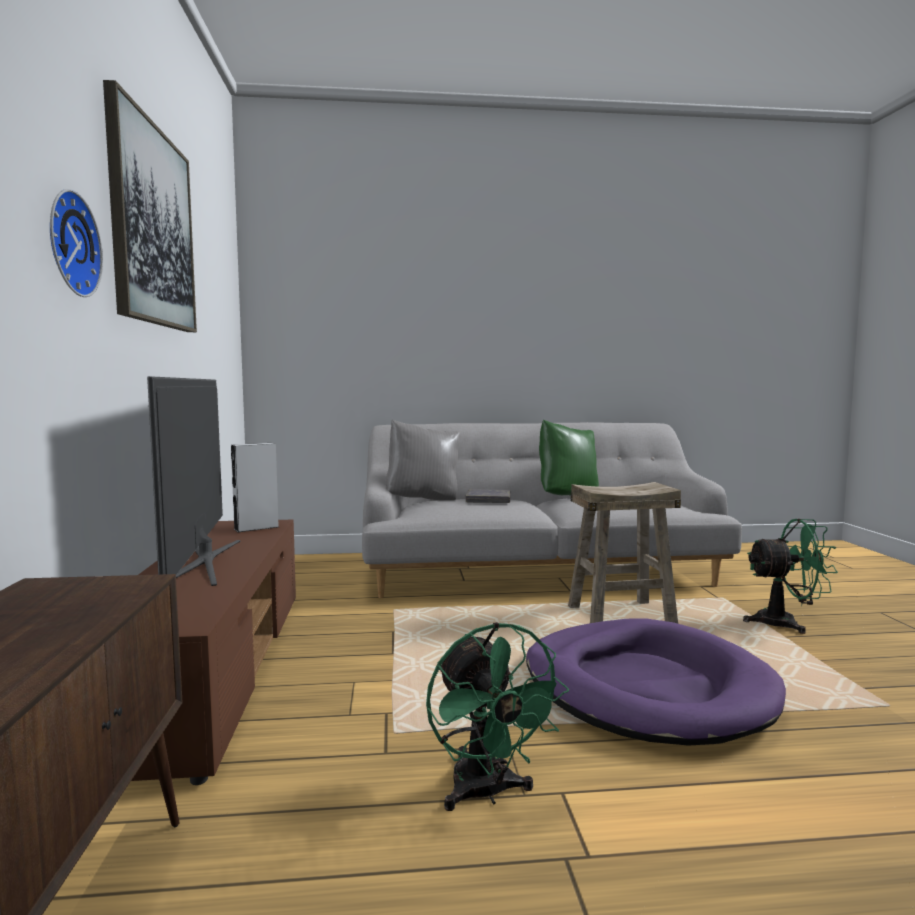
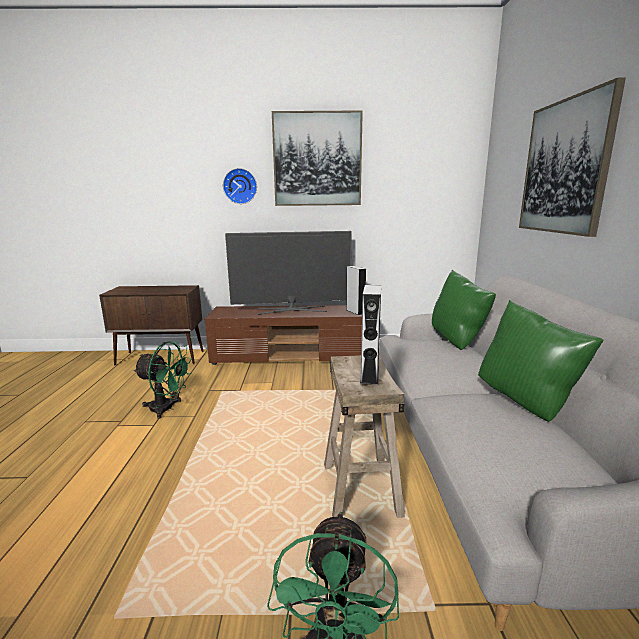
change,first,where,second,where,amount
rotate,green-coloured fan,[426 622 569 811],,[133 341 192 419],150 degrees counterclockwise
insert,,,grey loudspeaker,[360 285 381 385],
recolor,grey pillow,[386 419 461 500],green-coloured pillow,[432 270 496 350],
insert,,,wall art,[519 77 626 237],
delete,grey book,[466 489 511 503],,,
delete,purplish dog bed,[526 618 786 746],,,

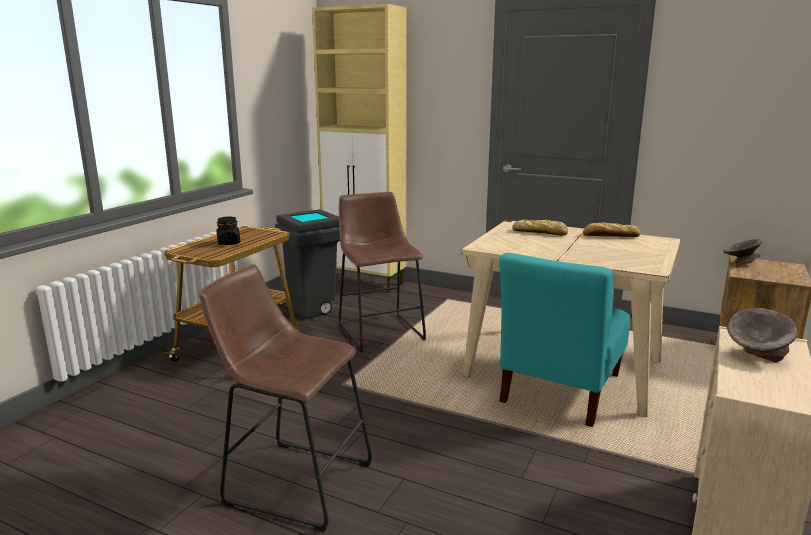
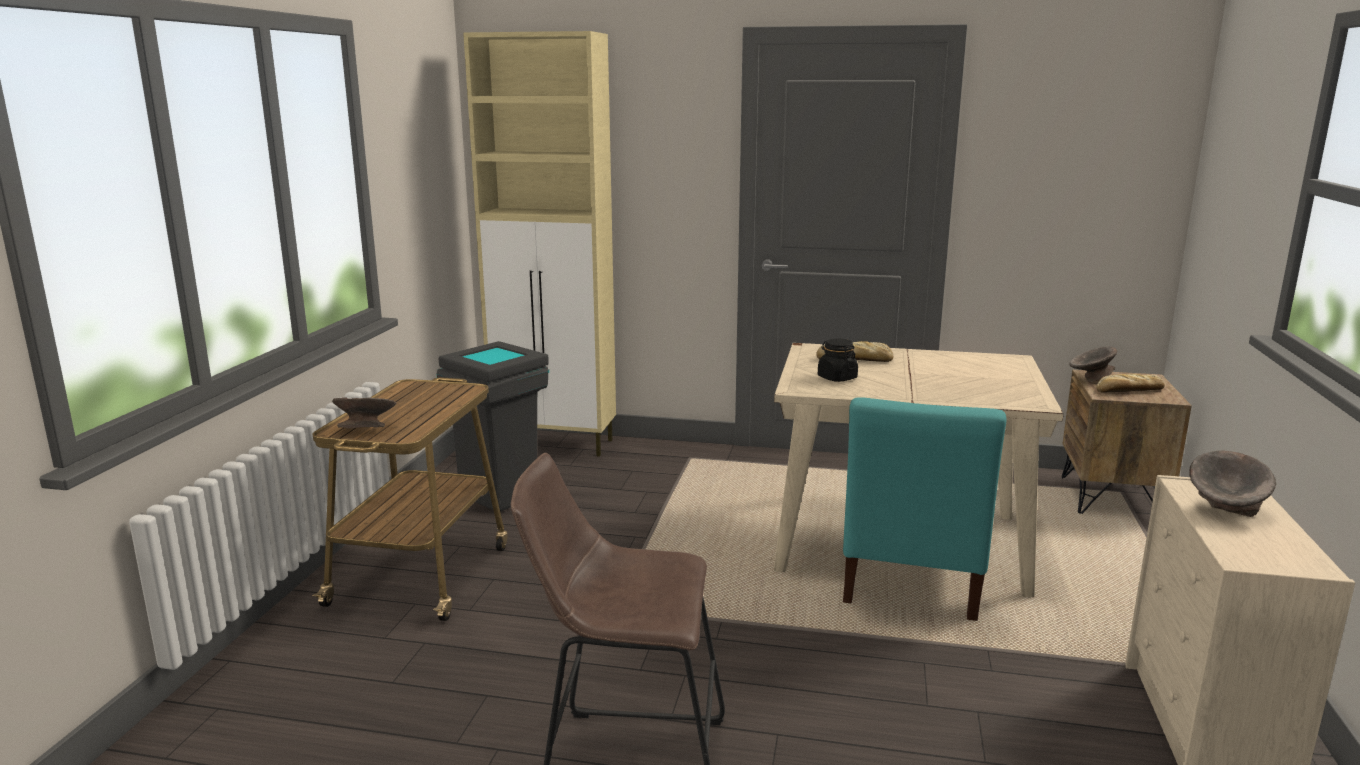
change,first,where,second,where,amount
insert,,,grey bowl,[332 397 396 429],
move,black-coloured jar,[217 217 240 245],,[818 338 858 382],
move,bread,[583 223 640 237],,[1096 374 1165 393],
delete,brown-coloured stool seat,[339 192 426 352],,,

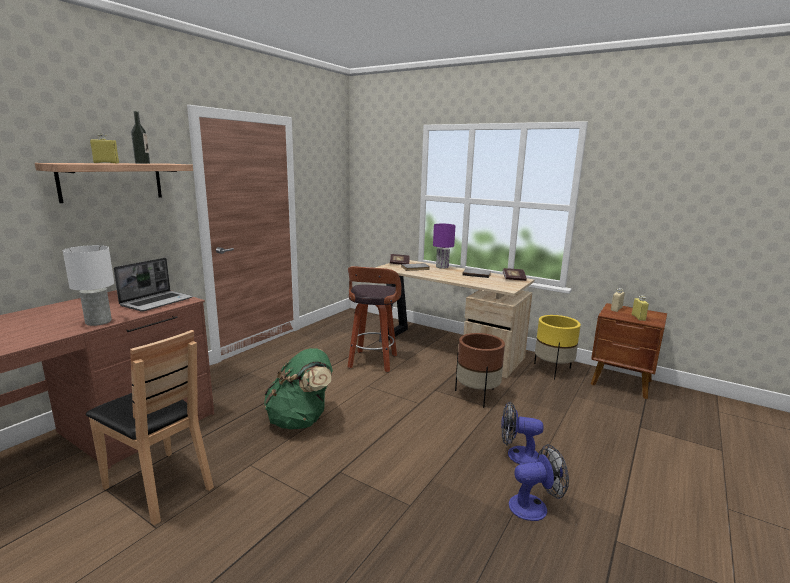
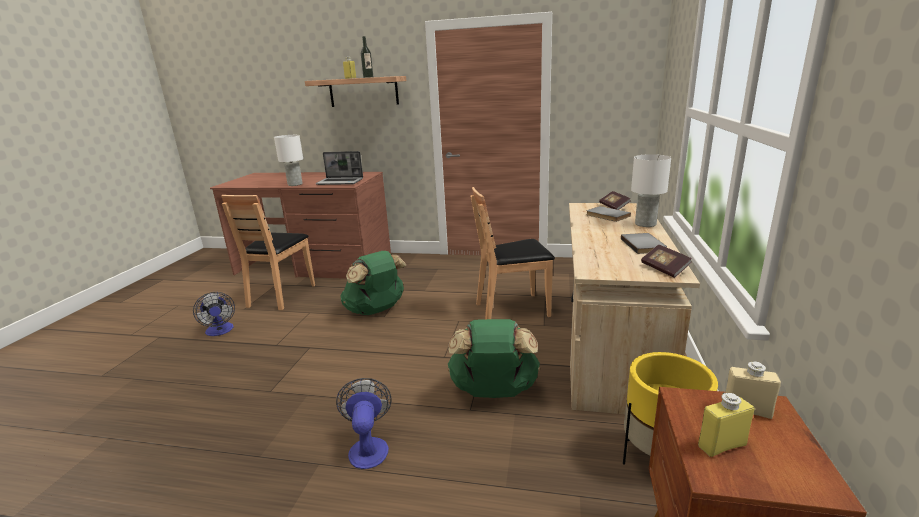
change,first,where,second,where,amount
move,fan,[509 444 569 521],,[193 292 235 336],
replace,brown-coloured flower pot,[455 333 505 408],green-coloured backpack,[448 319 540 398],
replace,stool seat,[348 266 401 372],brown-coloured chair,[470 187 555 319],
recolor,purplish tabletop lamp,[433 224 456 269],white tabletop lamp,[631 154 671 227],

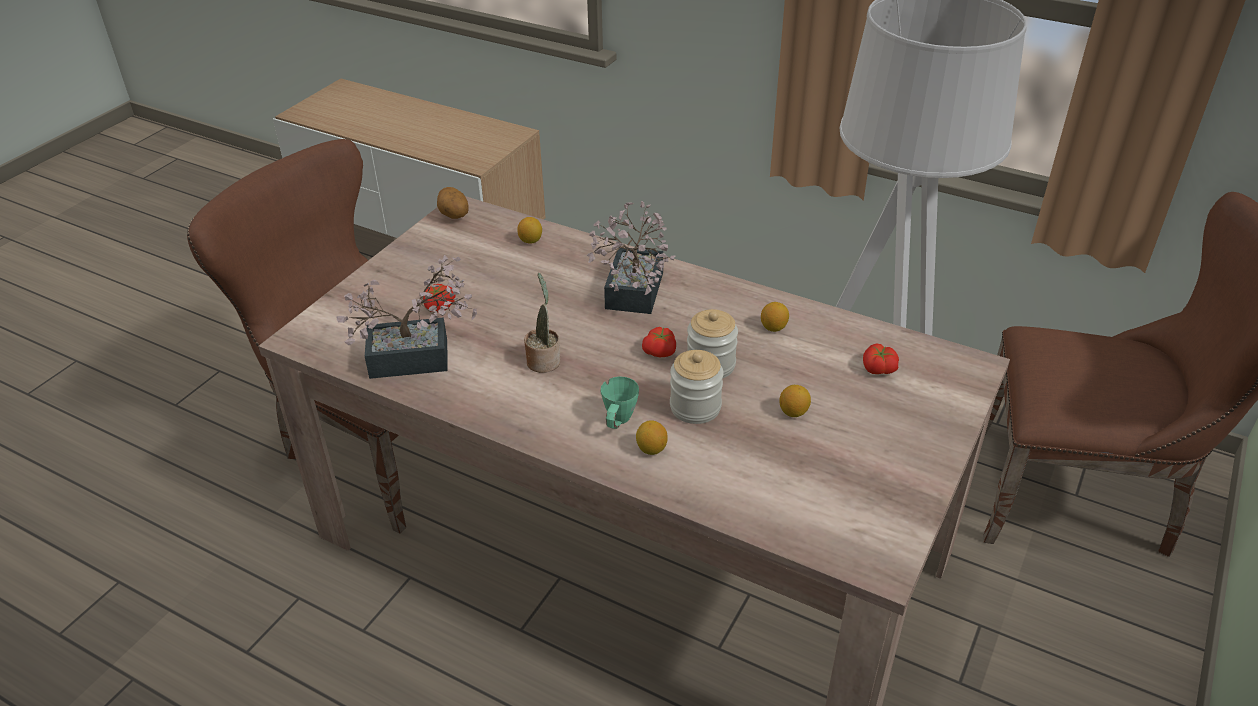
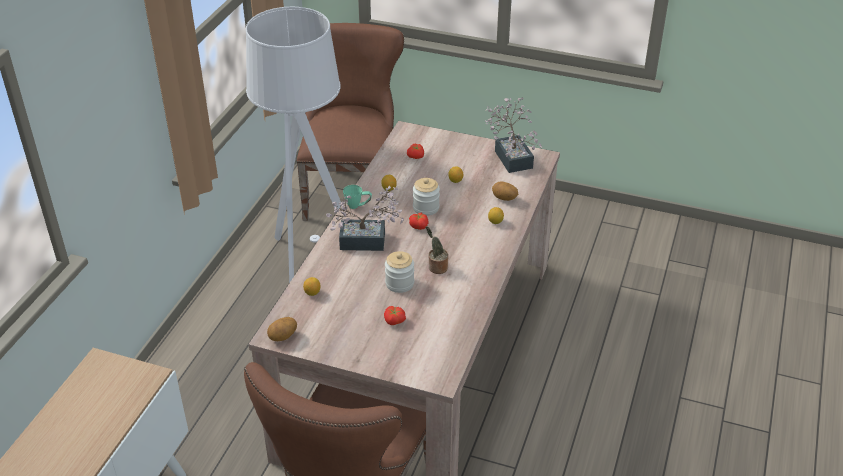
change,first,where,second,where,amount
move,green-coloured coffee mug,[601 376 639 429],,[343 185 372 209],
move,jar,[670 350 724 424],,[385 251 414 293],
move,plant in a pot,[337 255 477 379],,[485 98 542 173],
insert,,,potato,[492 181 518 201],

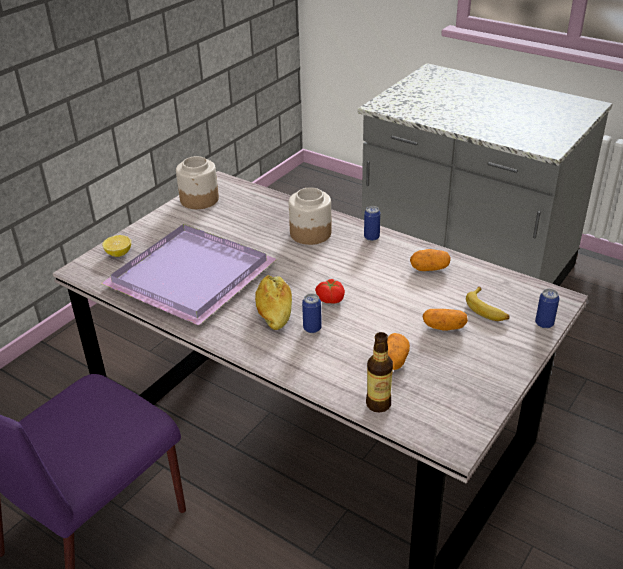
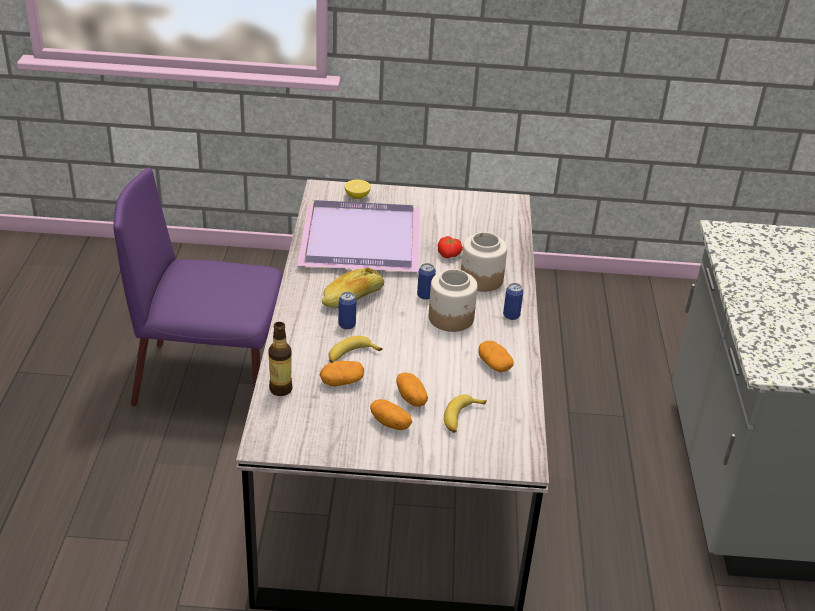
change,first,where,second,where,amount
insert,,,banana fruit,[328 336 383 363],
insert,,,potato,[370 399 412 430],
move,metal can,[535 289 559 329],,[417 263 436 300],
move,jar,[176 156 219 209],,[429 269 478 332],
move,fresh tomato,[315 279 345 304],,[438 236 463 258],

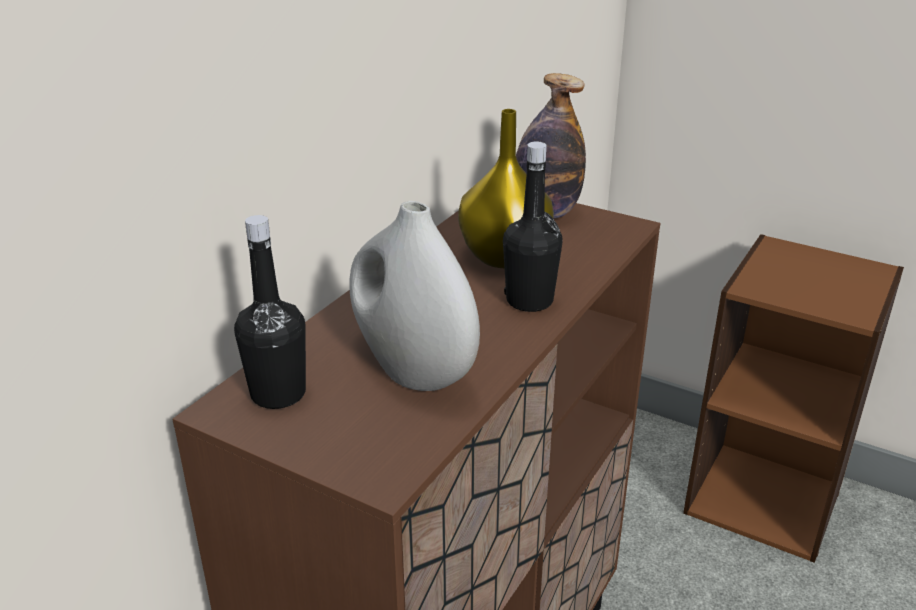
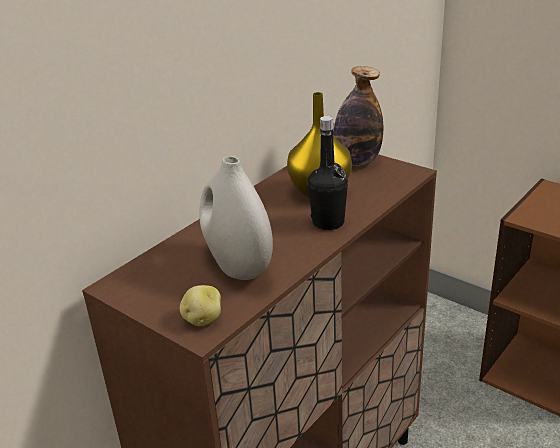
change,first,where,second,where,amount
insert,,,potato,[180 285 221 326],
delete,black-coloured drink bottle,[234 215 306 409],,,

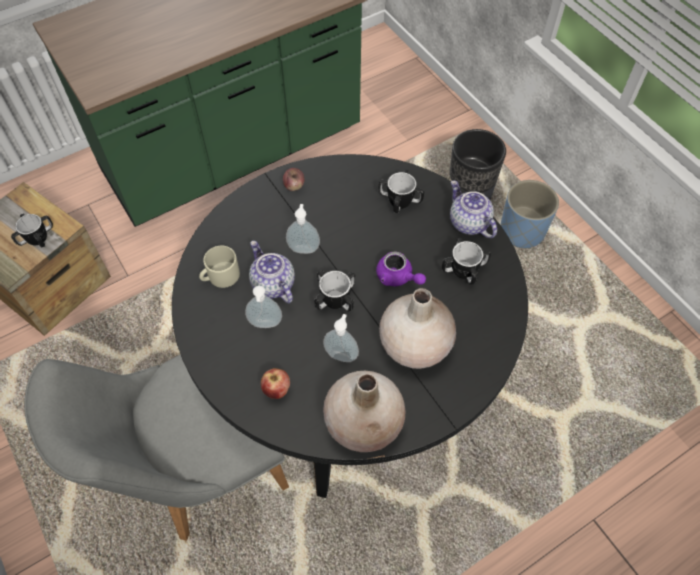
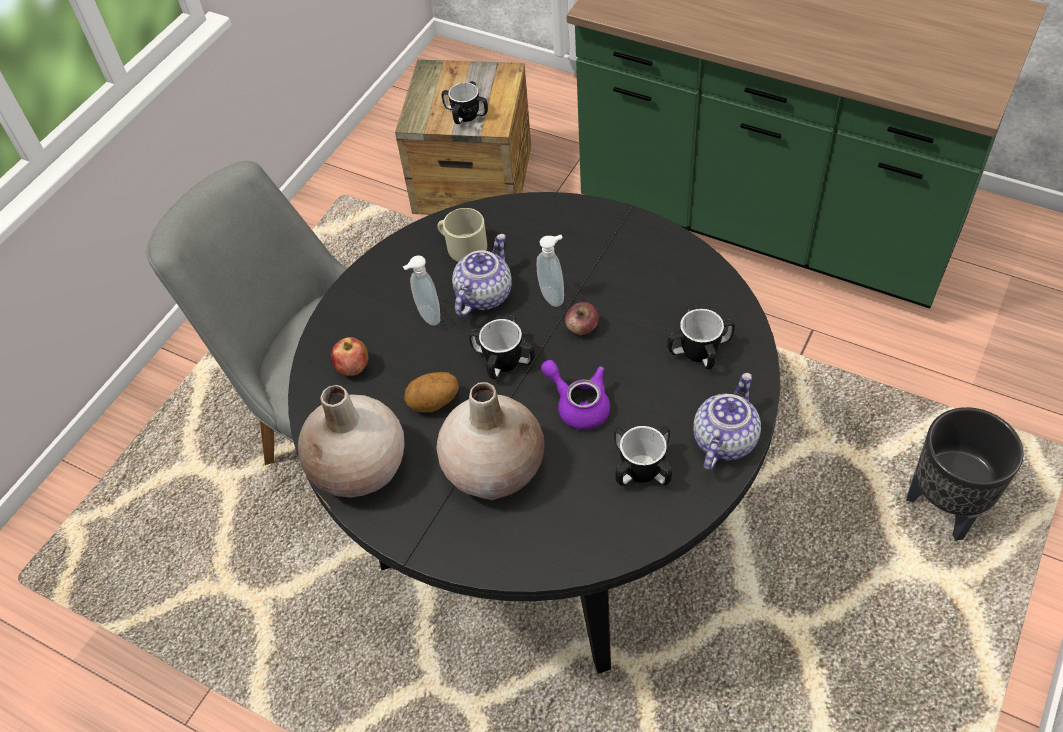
change,first,where,second,where,amount
replace,soap dispenser,[323 314 359 362],potato,[404 372 459 412],
rotate,purplish teapot,[376 251 426 286],,[541 360 610 430],120 degrees clockwise
move,whole apple,[283 168 305 191],,[565 302 599 335],
delete,bluish flower pot,[500 180 559 249],,,

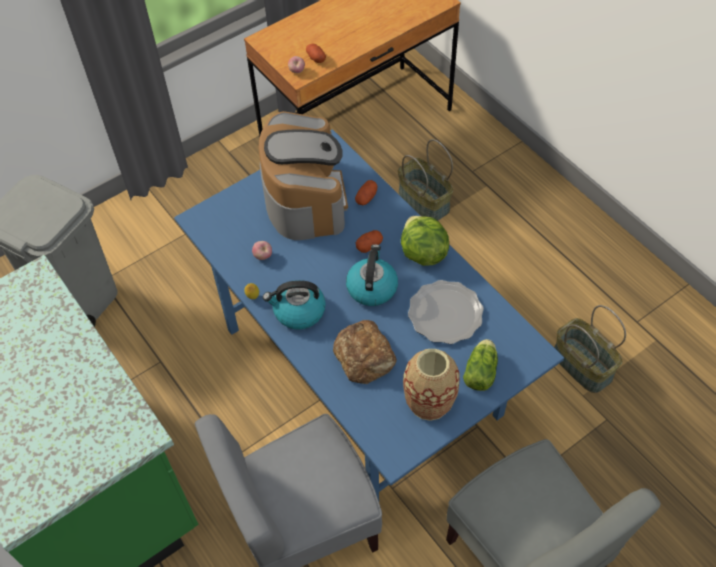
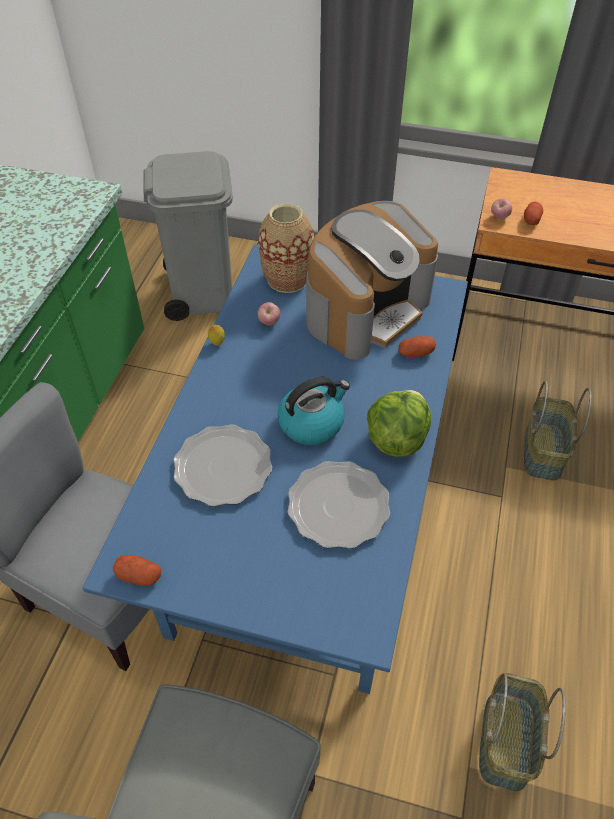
change,first,where,second,where,amount
move,potato,[356 230 383 253],,[113 555 161 586],
replace,bread,[333 320 397 384],dinner plate,[173 425 272 507],
move,decorative vase,[403 349 460 421],,[259 203 315 293],
delete,tea kettle,[263 280 326 330],,,
delete,lettuce head,[463 339 498 391],,,

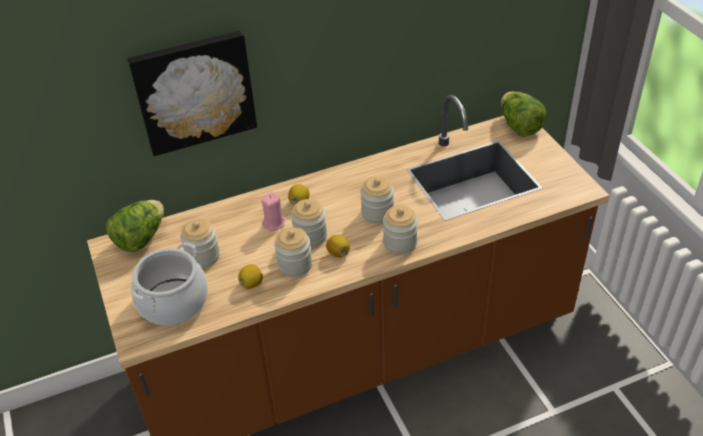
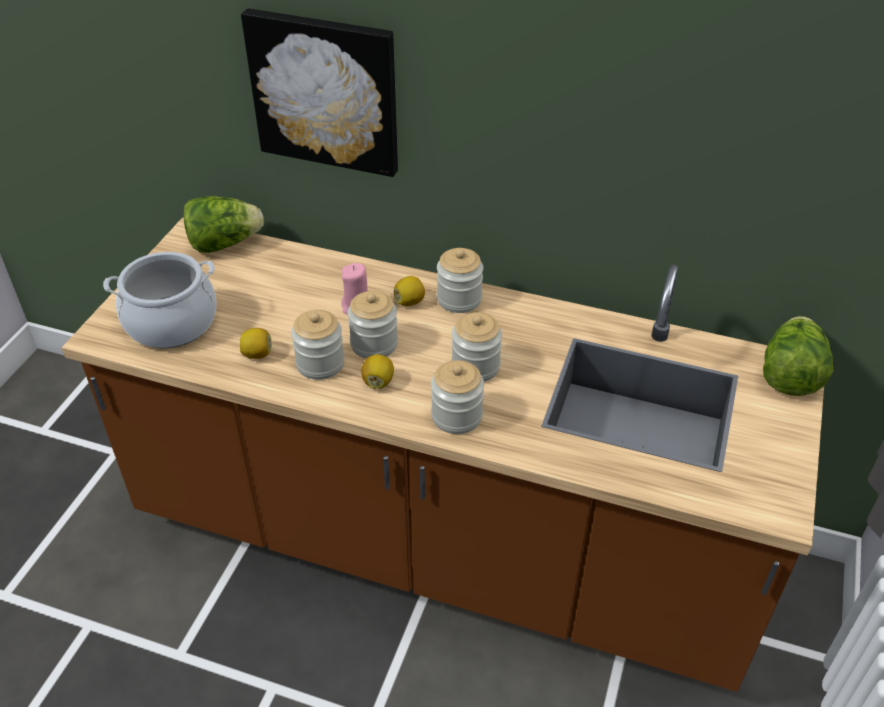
change,first,where,second,where,amount
move,jar,[180 219 220 268],,[437 248 483 313],

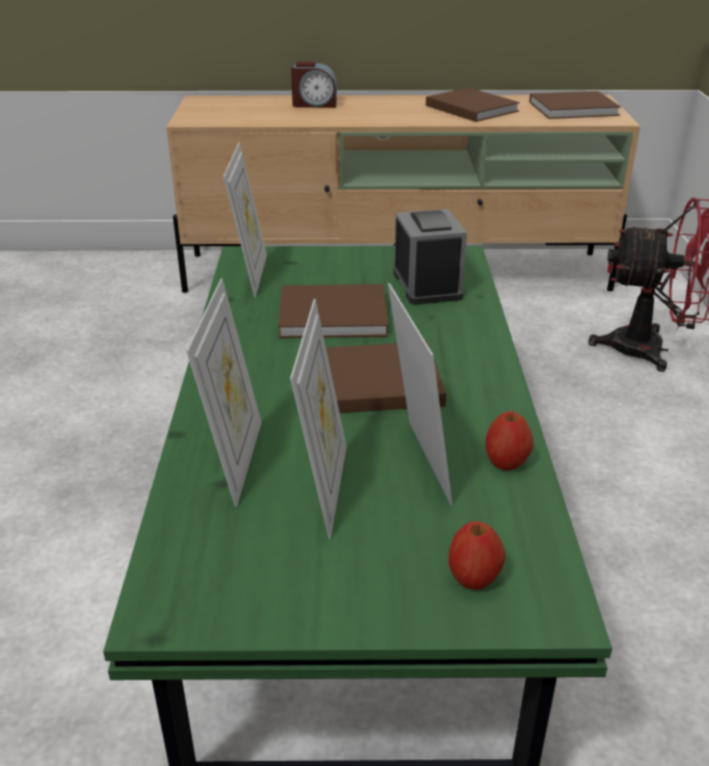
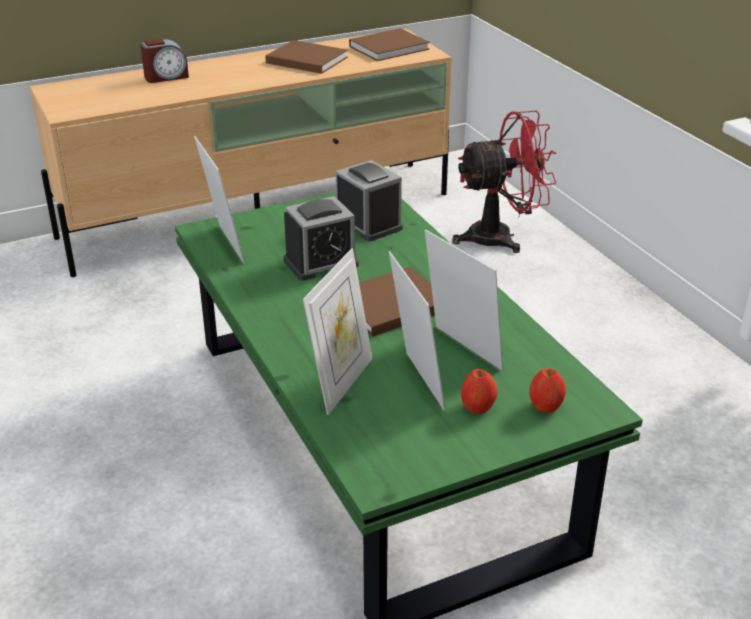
change,first,where,second,where,amount
replace,brown-coloured book,[278 284 389 338],table clock,[284 196 359 281],
rotate,picture frame,[186 279 262 507],,[303 248 373 415],45 degrees clockwise
move,whole apple,[486 411 533 470],,[461 369 498 414],

